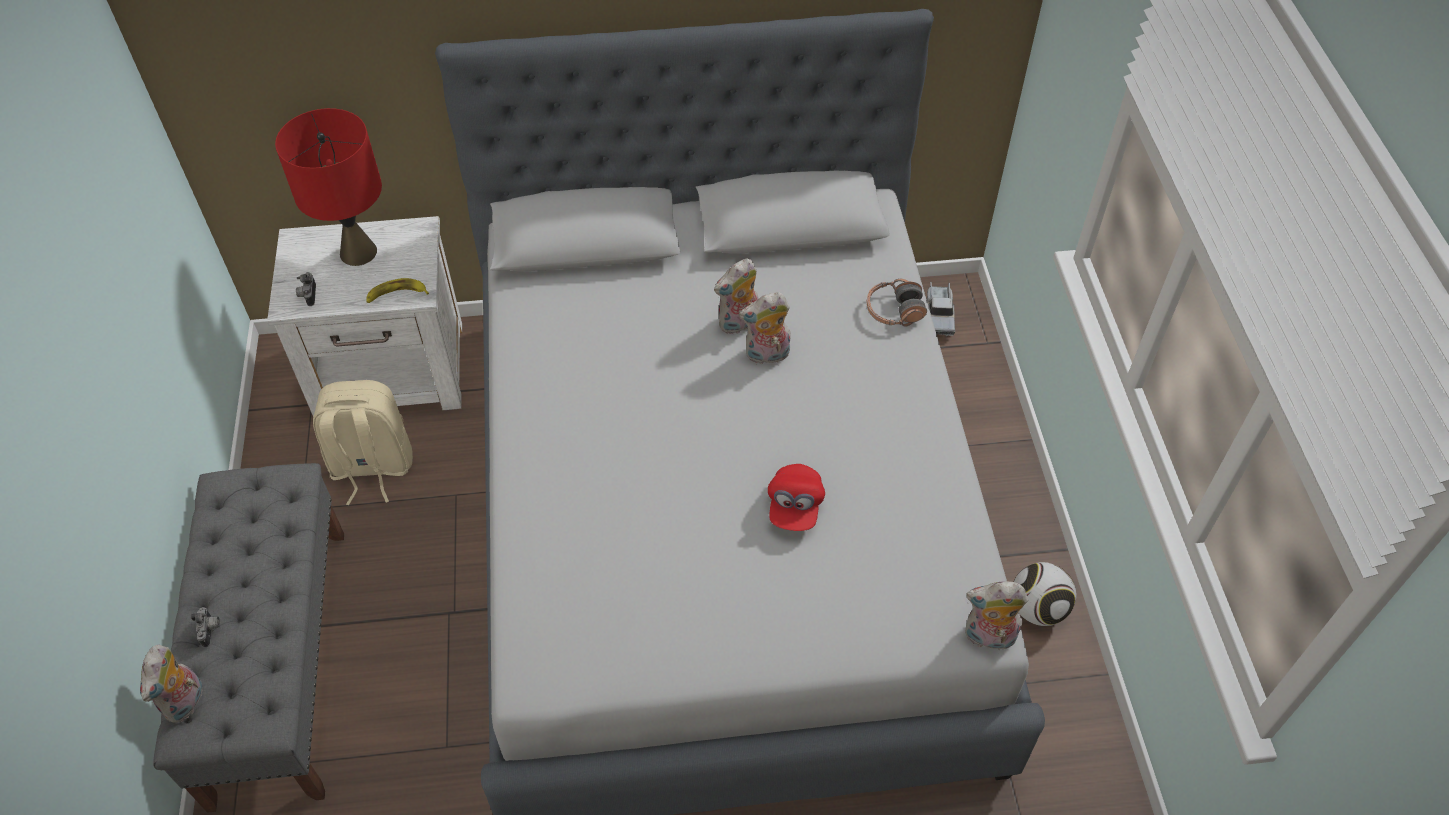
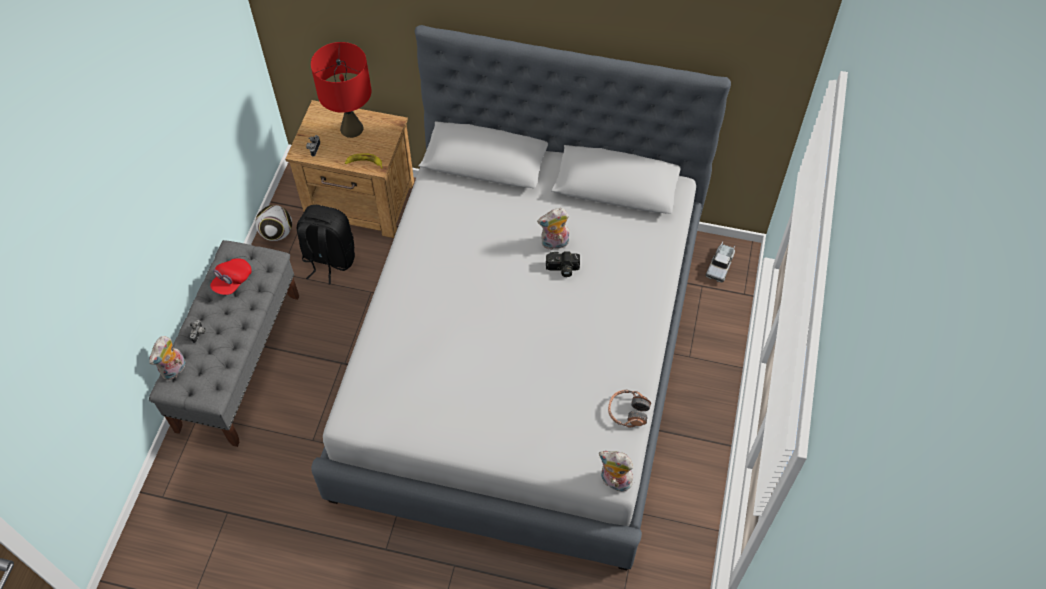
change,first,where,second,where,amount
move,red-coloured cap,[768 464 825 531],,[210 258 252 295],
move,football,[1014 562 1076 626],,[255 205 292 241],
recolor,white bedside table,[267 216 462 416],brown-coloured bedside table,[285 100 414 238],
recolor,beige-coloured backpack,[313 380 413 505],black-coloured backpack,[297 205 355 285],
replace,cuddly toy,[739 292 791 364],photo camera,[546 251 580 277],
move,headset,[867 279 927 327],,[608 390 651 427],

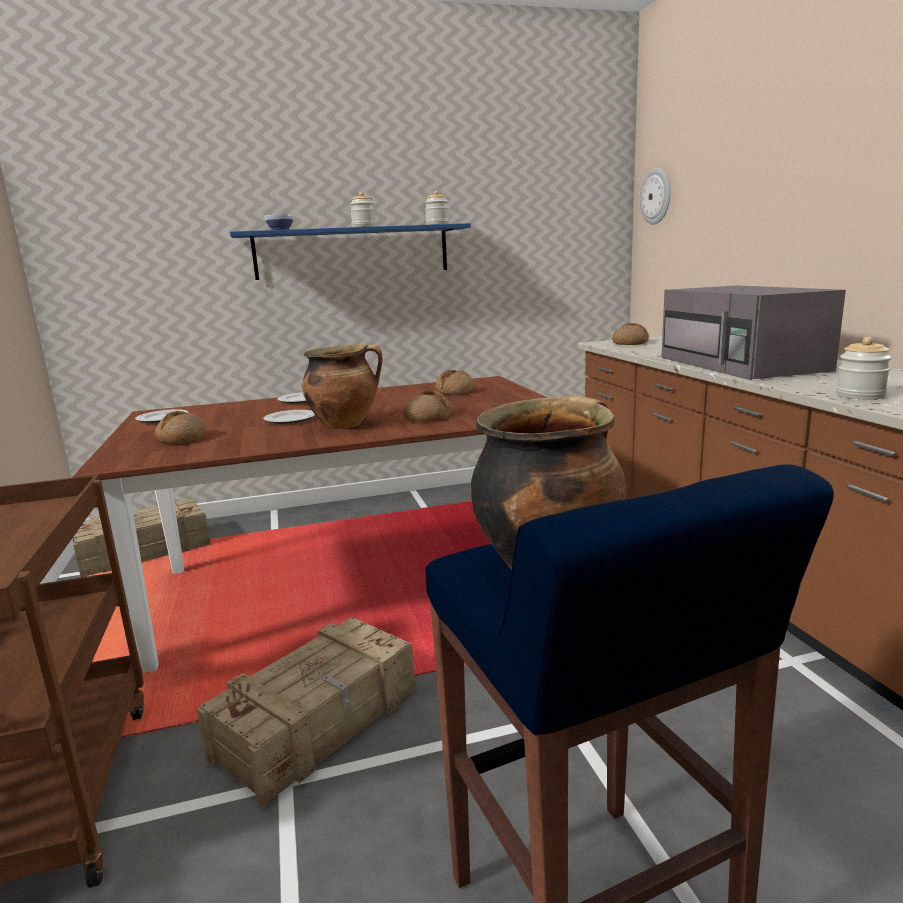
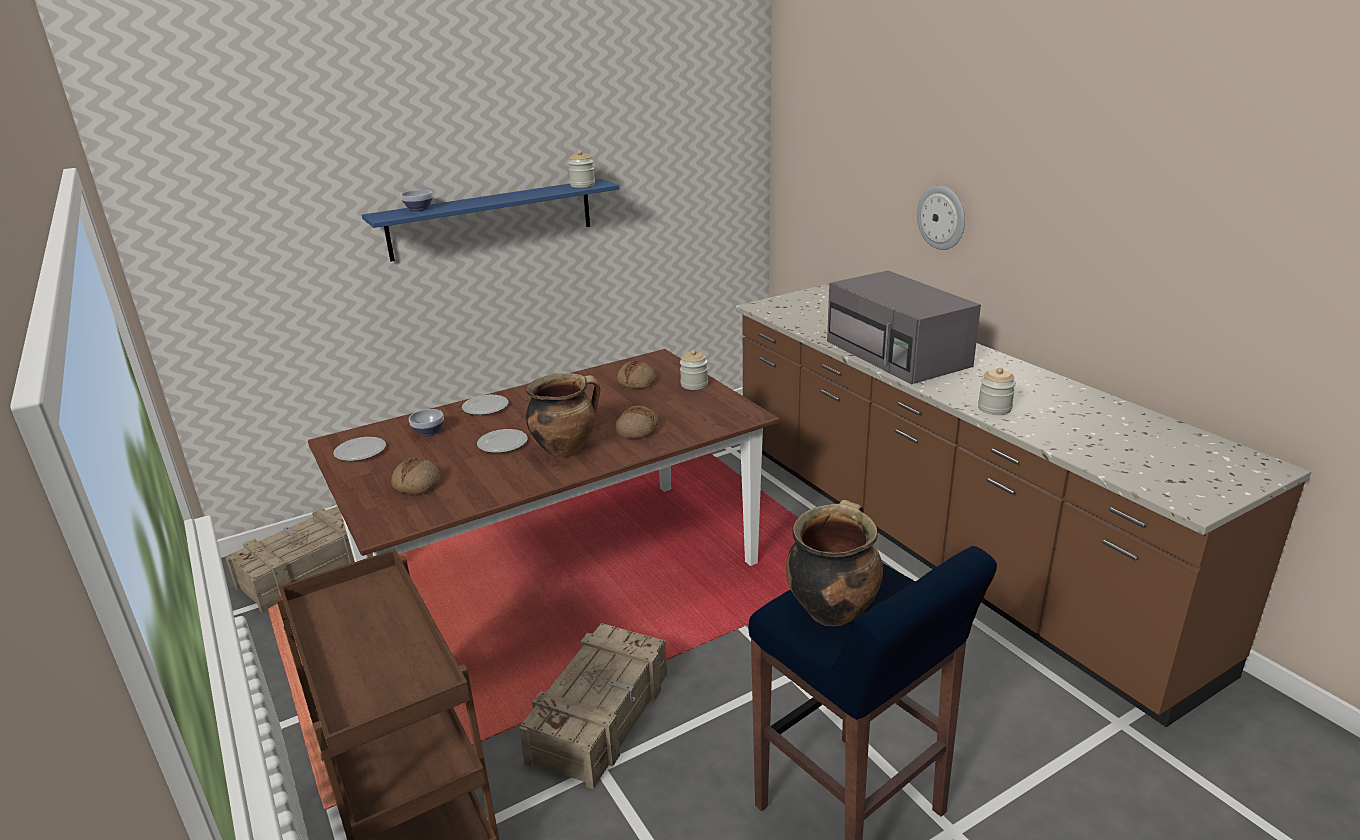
change,first,where,second,where,amount
insert,,,bowl,[409 409 444 436],
move,jar,[350 192 376 227],,[680 350 708 390],
move,hanging clock,[640 168 670 225],,[917 186 965 250],
delete,bread,[612 323 649 345],,,

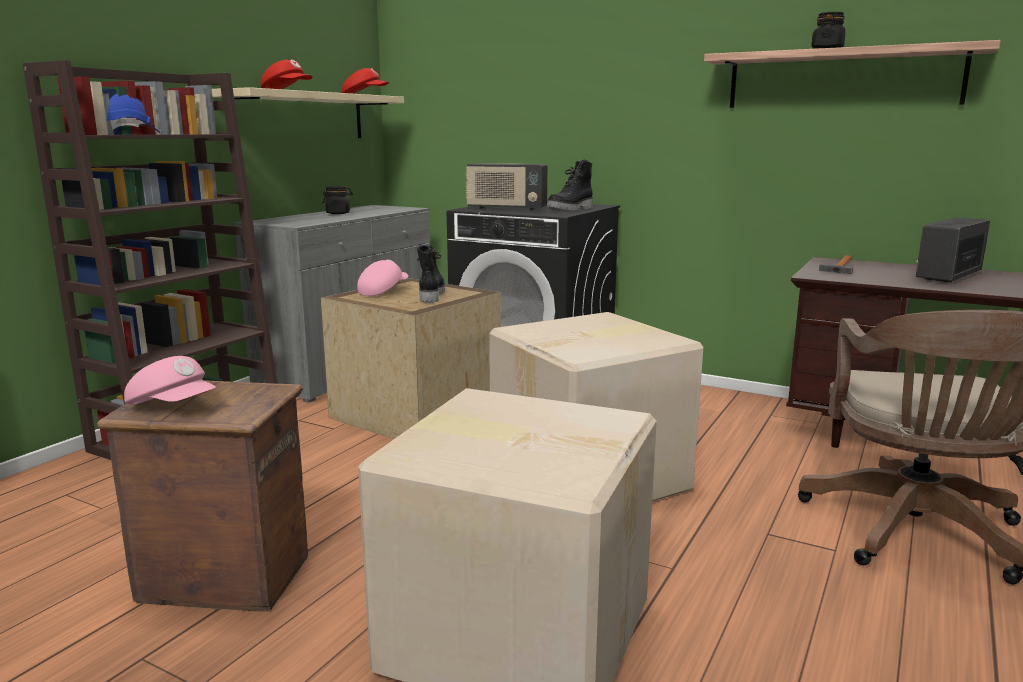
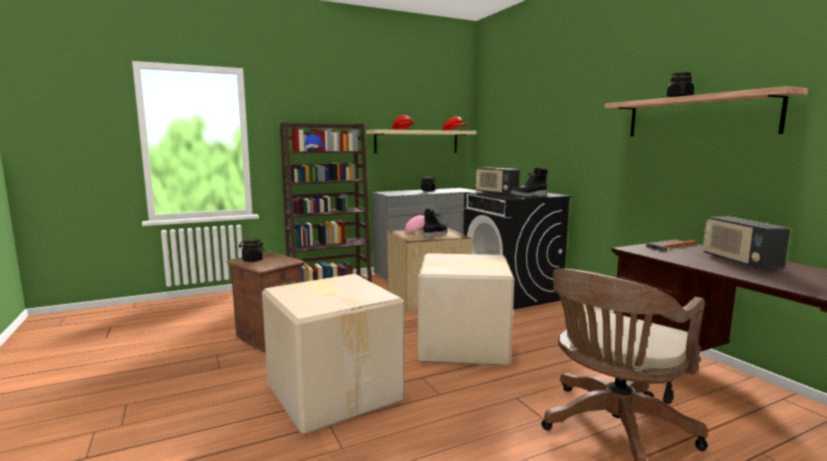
change,first,where,second,where,amount
replace,pink-coloured cap,[124 356 216 405],black-coloured jar,[239 238 264 262],
rotate,radio,[916 218 990 283],,[703 216 791 269],90 degrees counterclockwise

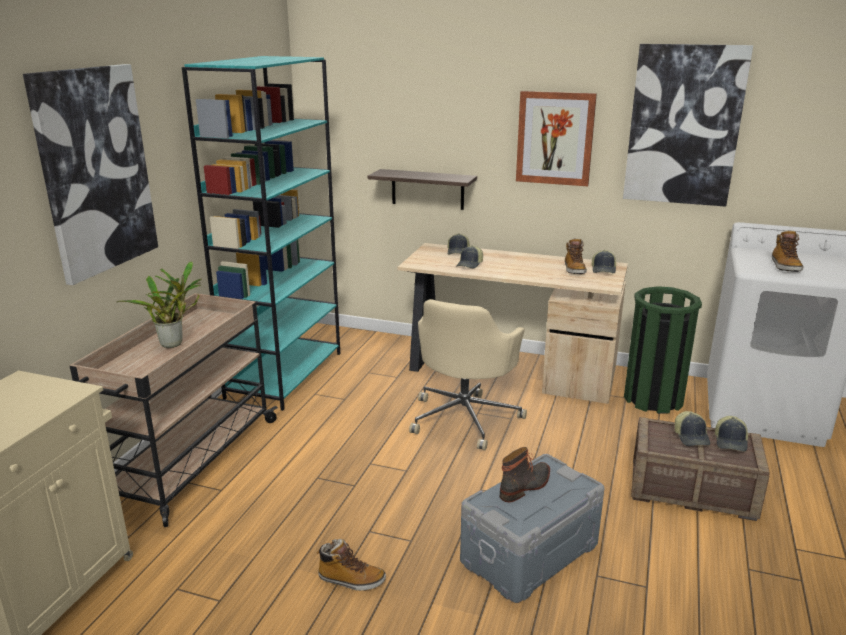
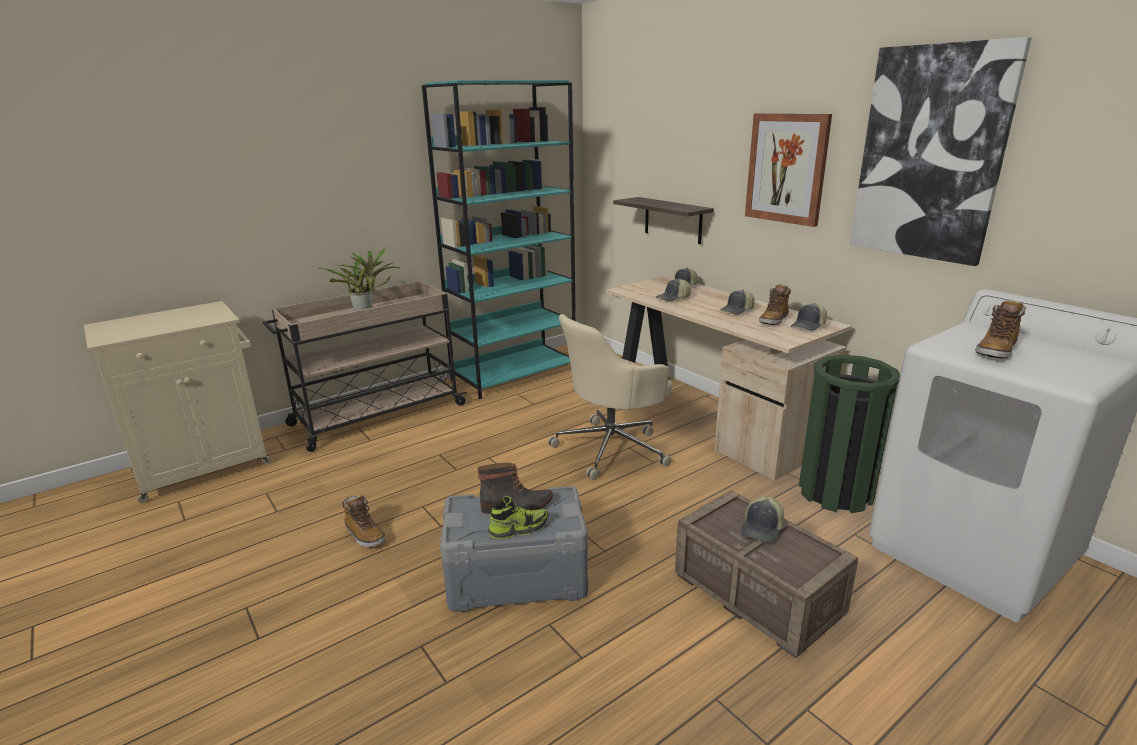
change,first,where,second,where,amount
insert,,,shoe,[488 496 548 539],
move,cap,[715 416 748 452],,[719 289 755 315],
delete,wall art,[23 64 158 285],,,

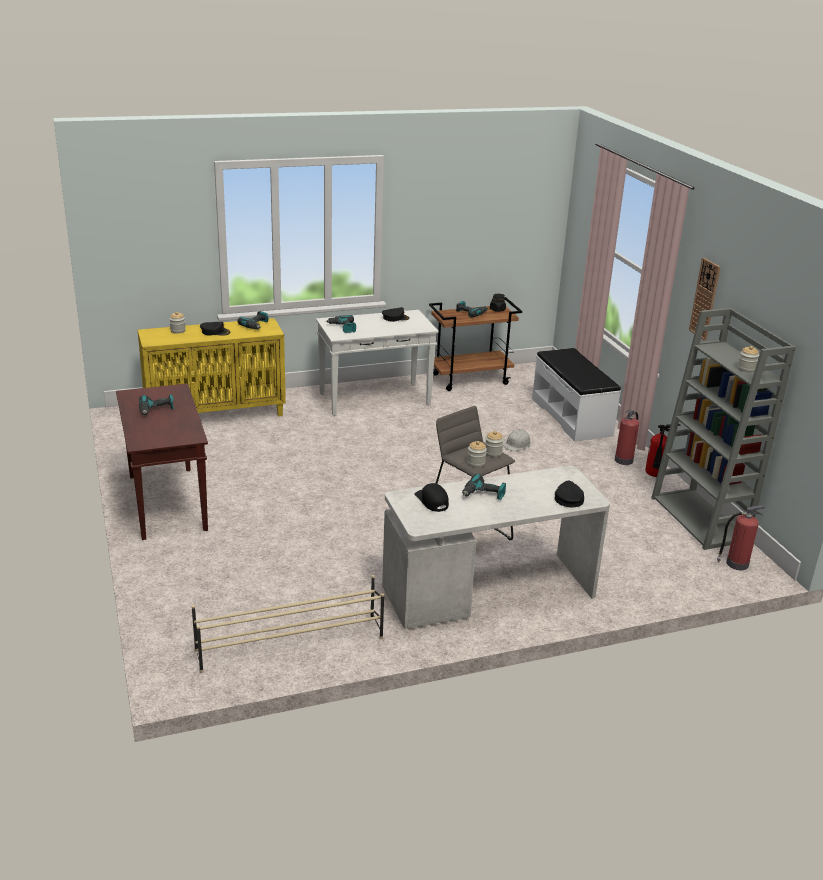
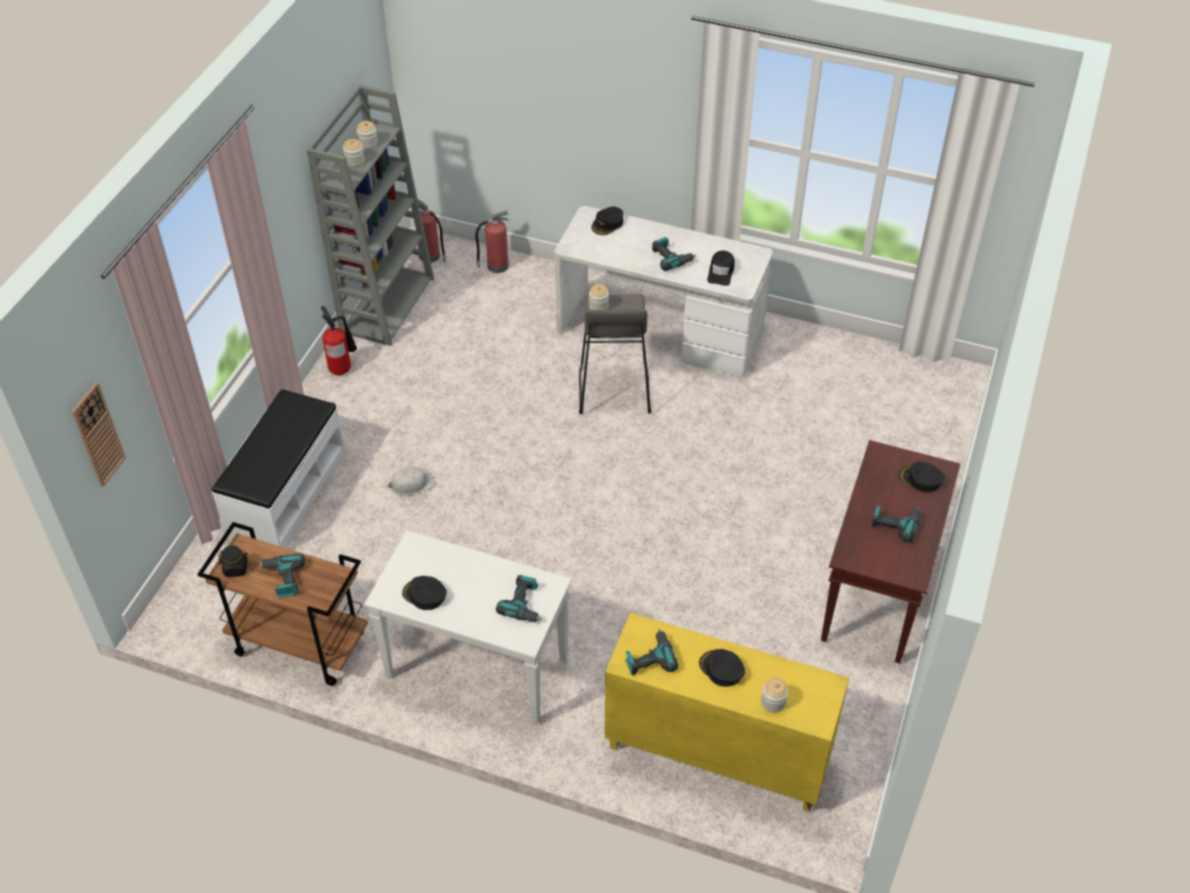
change,first,where,second,where,amount
move,hanging clock,[689 258 720 341],,[72 382 126 487],
move,jar,[467 441 487 467],,[343 139 365 167],
move,fire-fighting cylinder,[615 410 639 465],,[475 211 509 273],
insert,,,black-coloured cap,[899 461 945 493],
delete,beige-coloured shoe shelf,[192 575 384 673],,,

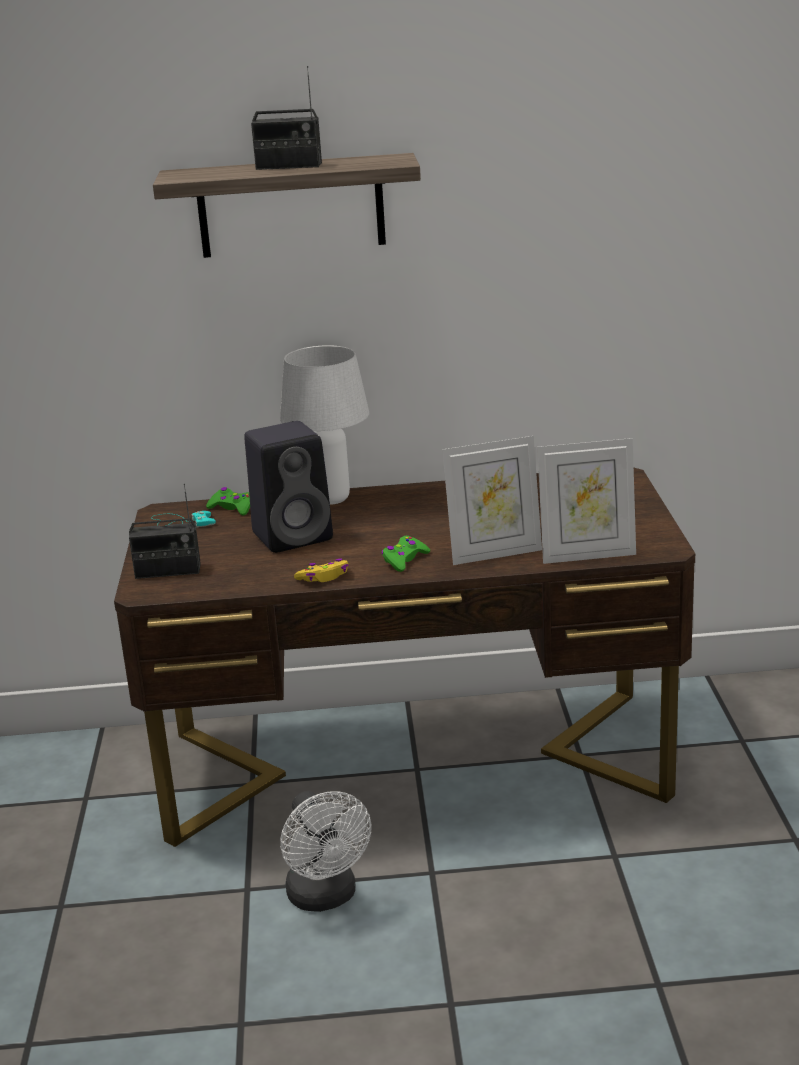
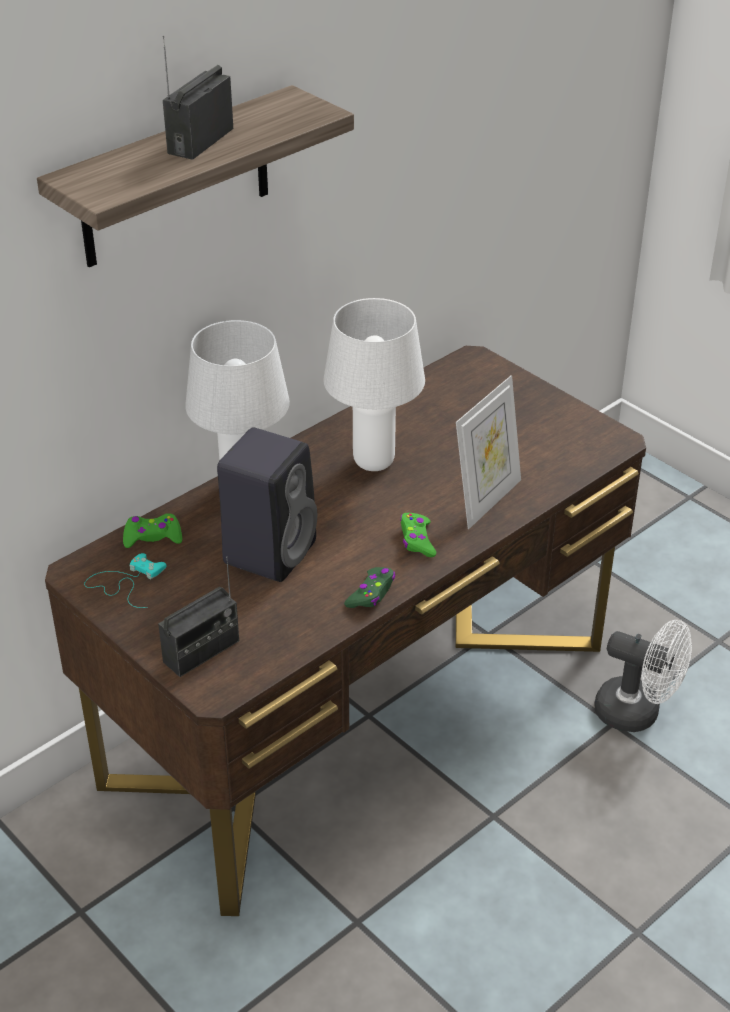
change,first,where,second,where,amount
rotate,radio,[251 66 322 170],,[163 36 233 160],150 degrees clockwise
insert,,,white tabletop lamp,[323 298 425 471],
recolor,yellow-coloured gamepad,[294 559 349 582],green-coloured gamepad,[344 567 395 608],
move,white fan,[280 791 372 912],,[594 620 692 732],
delete,picture frame,[537 438 636 564],,,

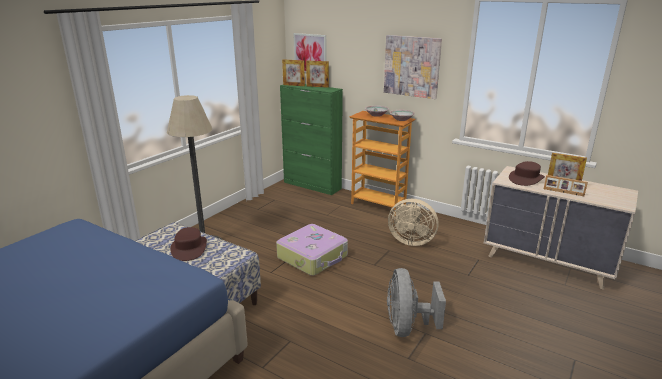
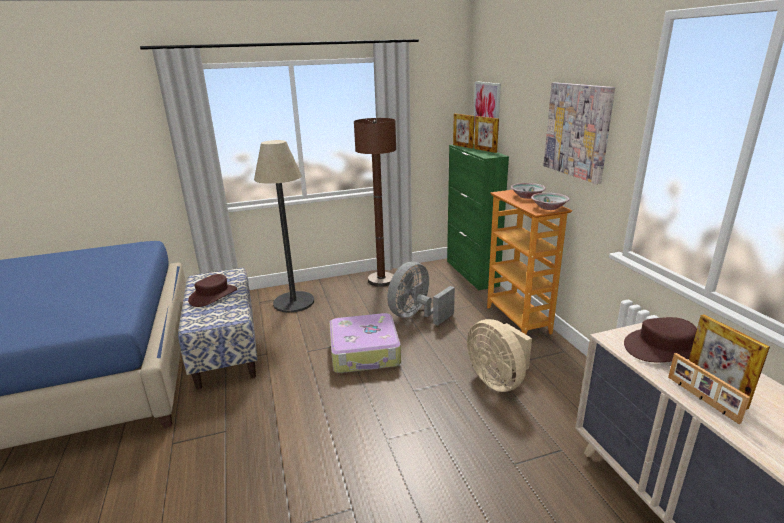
change,first,where,second,where,amount
insert,,,brown-coloured floor lamp,[354 118 396 287],
move,grey fan,[387 268 446 337],,[387 262 455 325],

